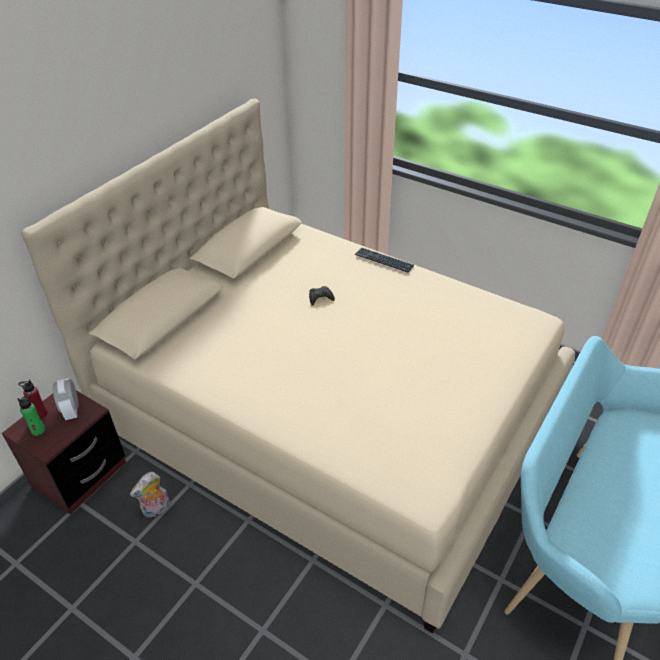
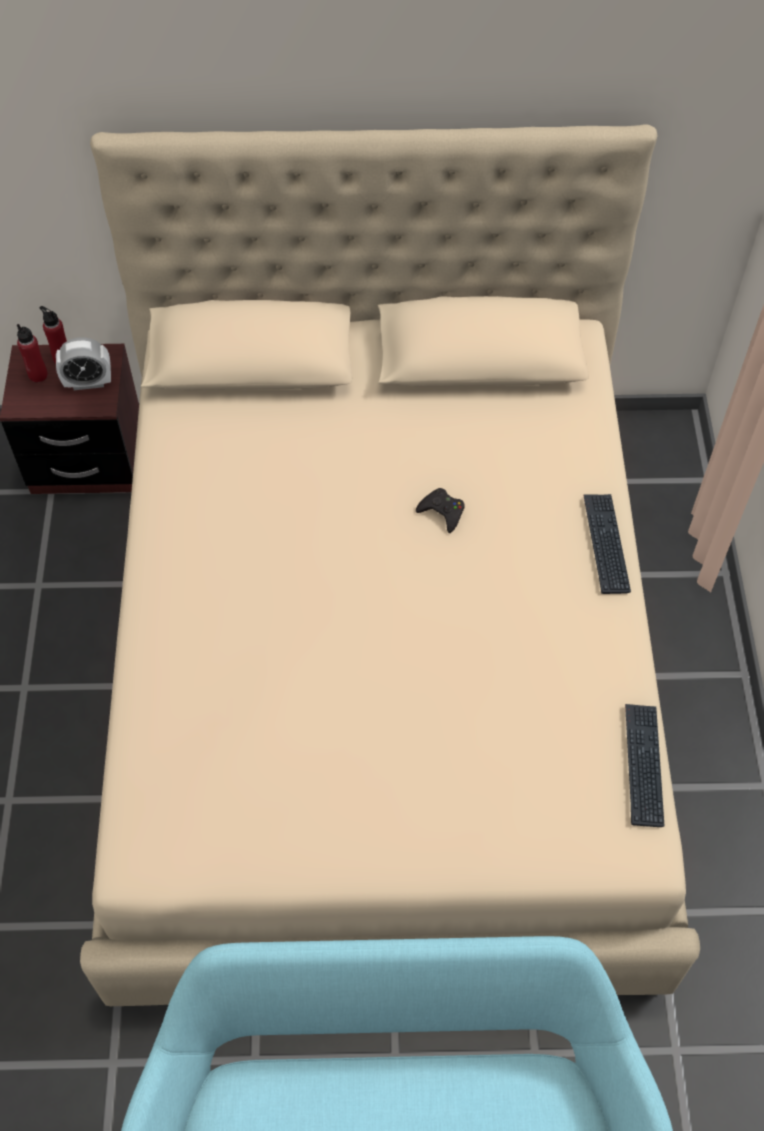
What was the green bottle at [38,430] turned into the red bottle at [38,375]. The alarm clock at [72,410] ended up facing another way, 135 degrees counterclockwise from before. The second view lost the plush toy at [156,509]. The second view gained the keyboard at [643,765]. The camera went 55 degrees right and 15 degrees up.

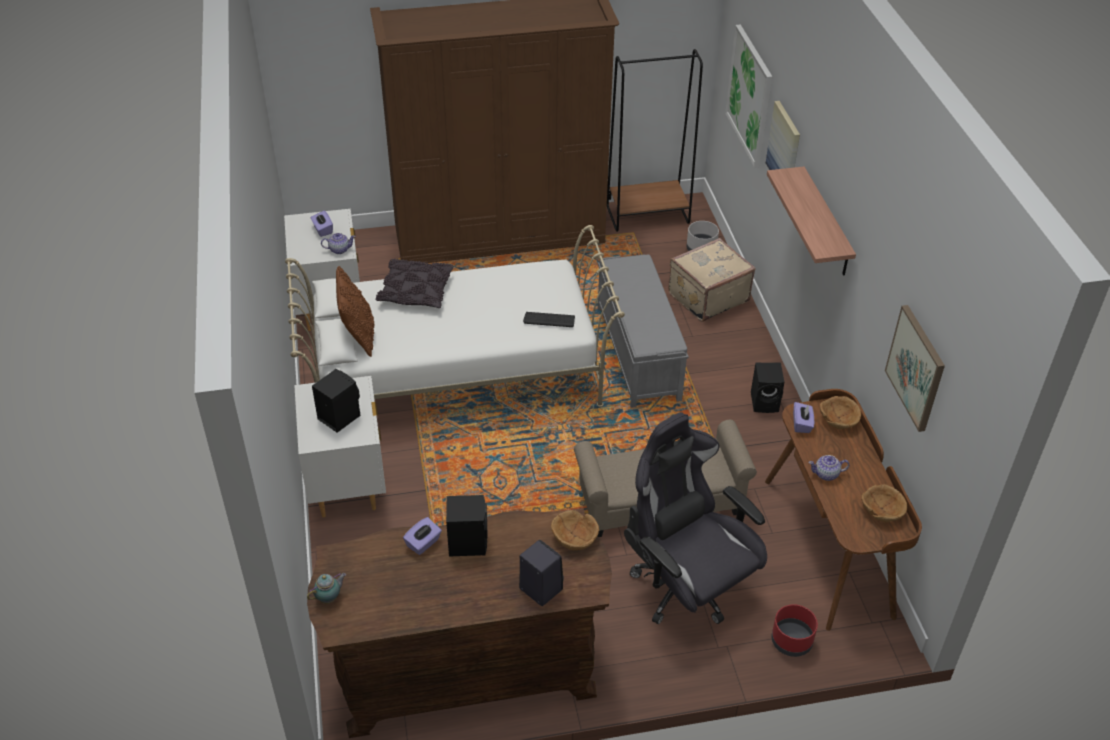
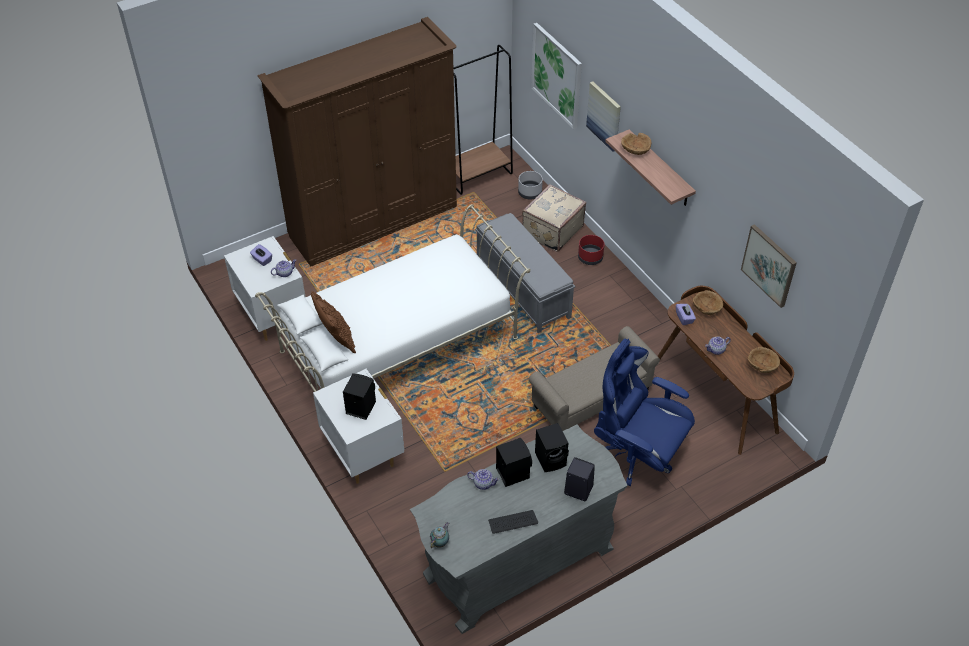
What was the brown dresser at [466,666] turned into the grey dresser at [516,558]. The second view lost the black pillow at [415,291]. Where the purple tissue box stood at [423,543], the teapot came to stand at [483,483]. The keyboard ended up elsewhere, having gone from [549,320] to [512,522]. The brown bowl ended up elsewhere, having gone from [574,538] to [636,149]. What was the black office chair at [688,591] turned into the blue office chair at [639,456]. The black speaker ended up elsewhere, having gone from [766,402] to [551,459]. The red planter ended up elsewhere, having gone from [791,641] to [590,258]. The camera went 20 degrees left and 5 degrees up.

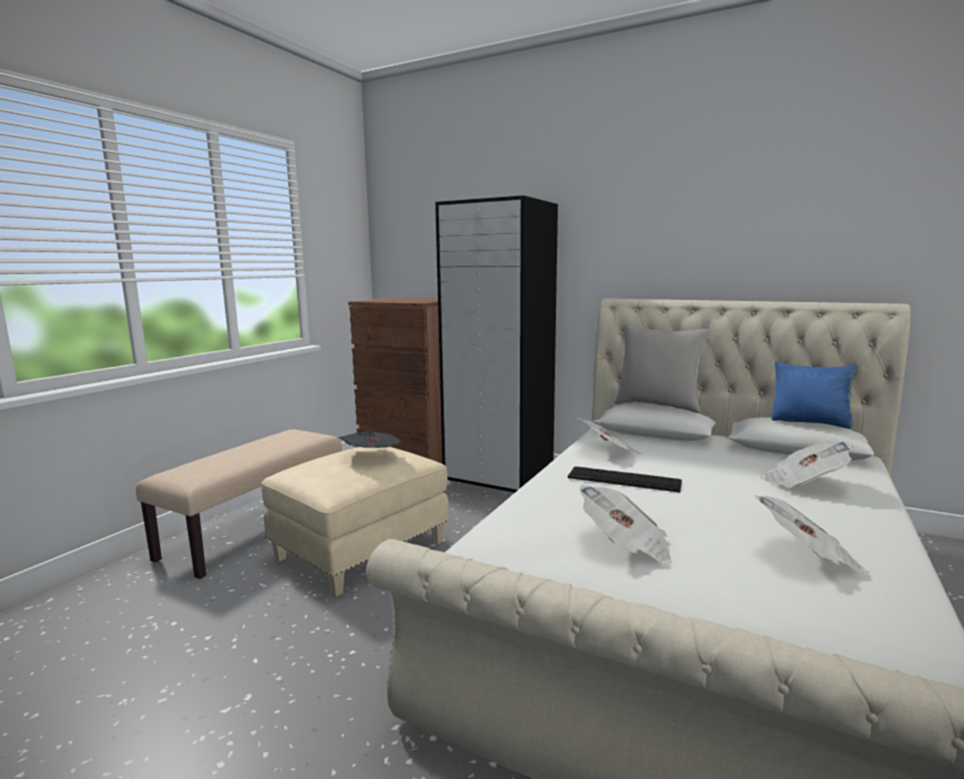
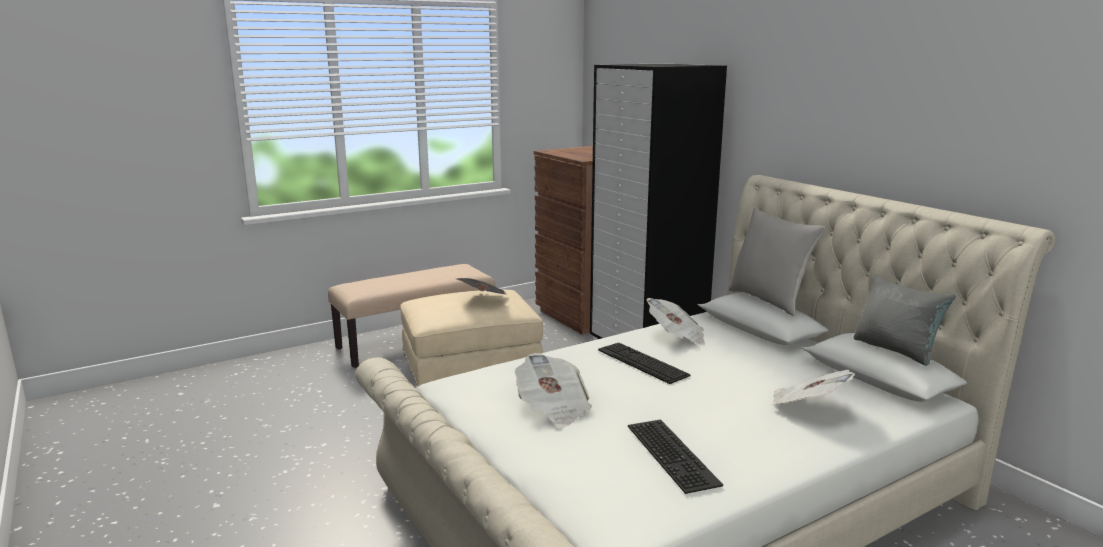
Where the newspaper stood at [807,557], the keyboard came to stand at [674,454]. What was the blue pillow at [810,422] turned into the grey pillow at [896,350]. The camera went 30 degrees right and 5 degrees up.

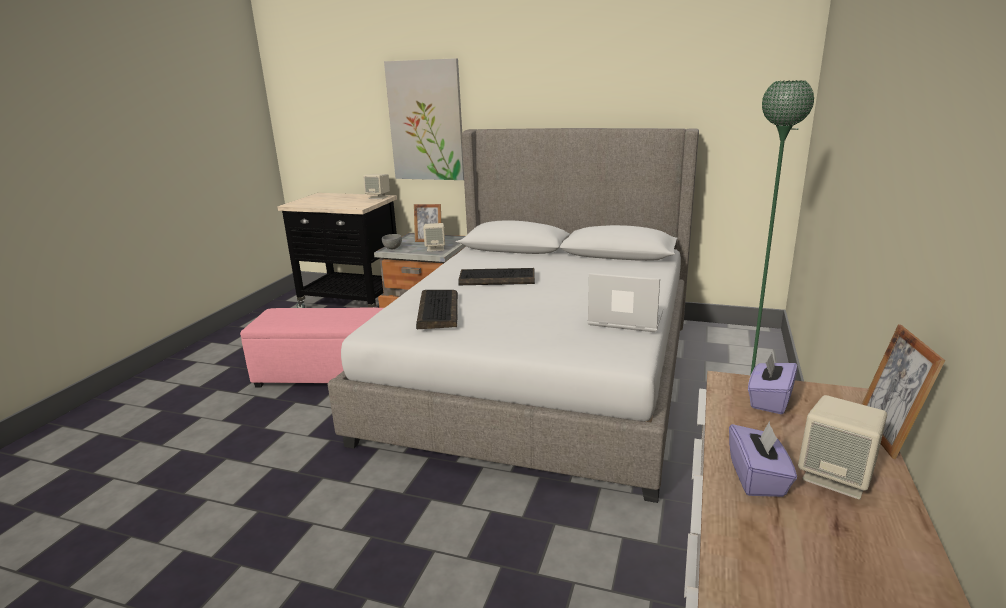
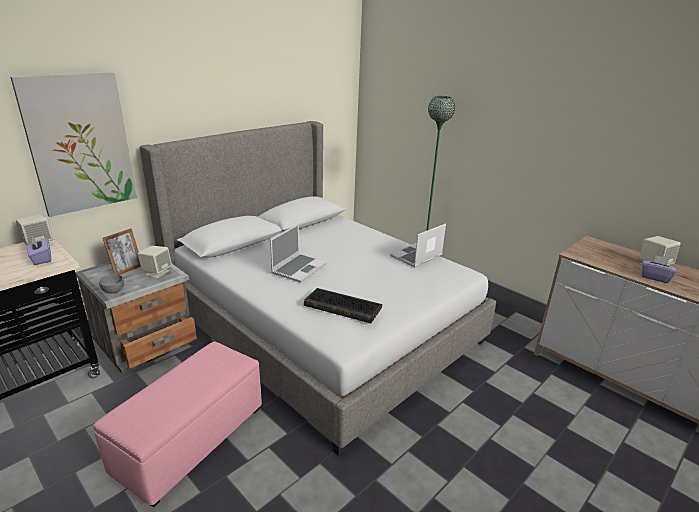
Where the keyboard stood at [498,279], the laptop came to stand at [298,268]. The purple tissue box ended up elsewhere, having gone from [769,400] to [41,259]. The second view lost the picture frame at [886,436]. The camera went 65 degrees left and 5 degrees up.

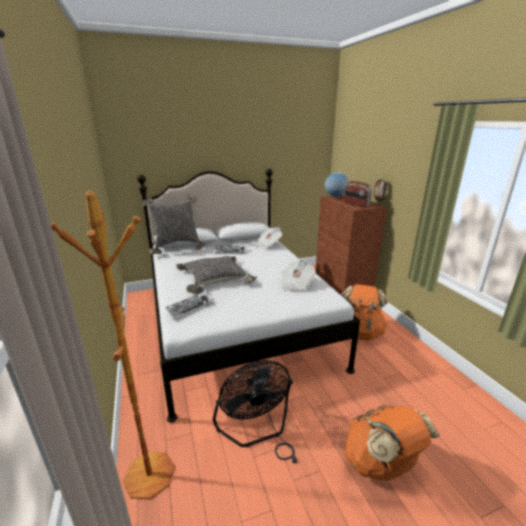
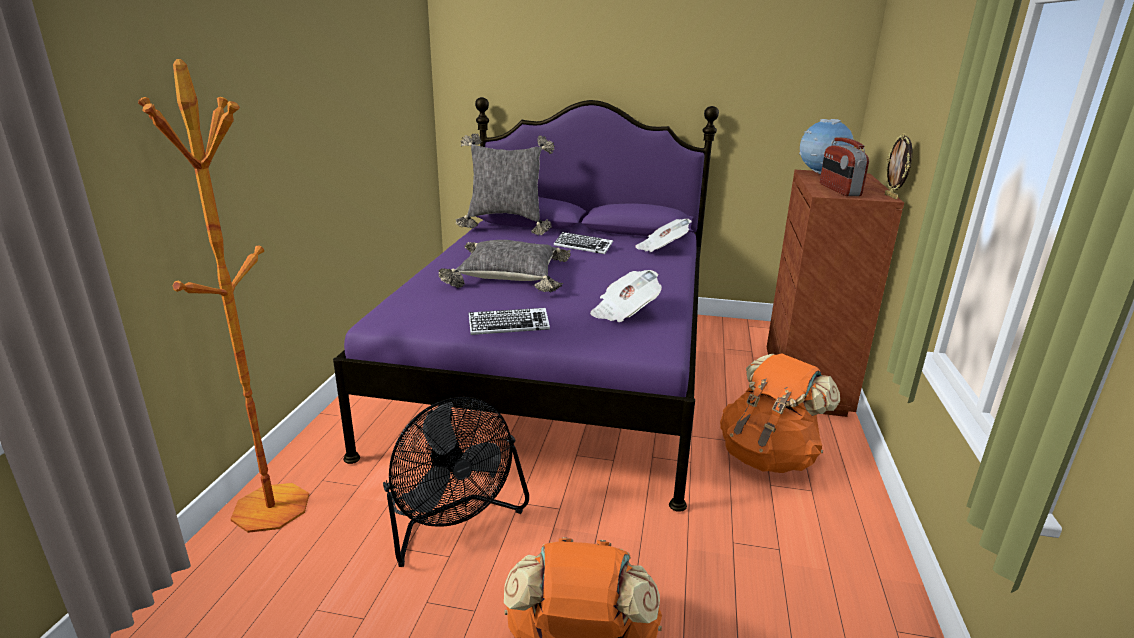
What was the white bed at [235,323] turned into the purple bed at [556,374]. The keyboard ended up elsewhere, having gone from [190,308] to [509,326]. The black fan at [261,431] ended up facing another way, 135 degrees clockwise from before. The camera went 30 degrees right and 0 degrees up.

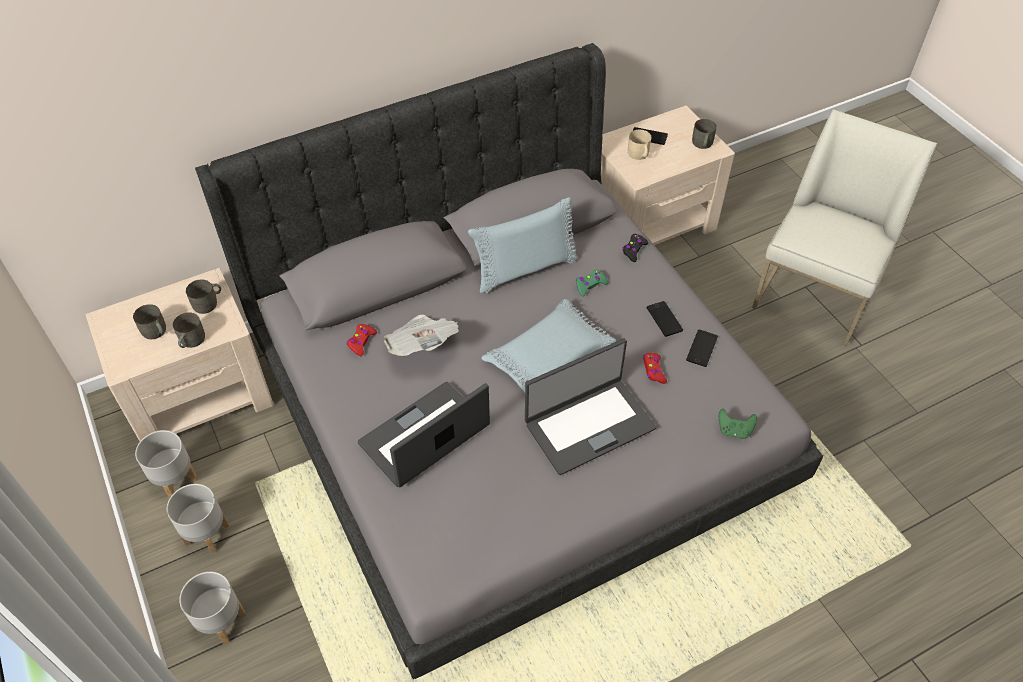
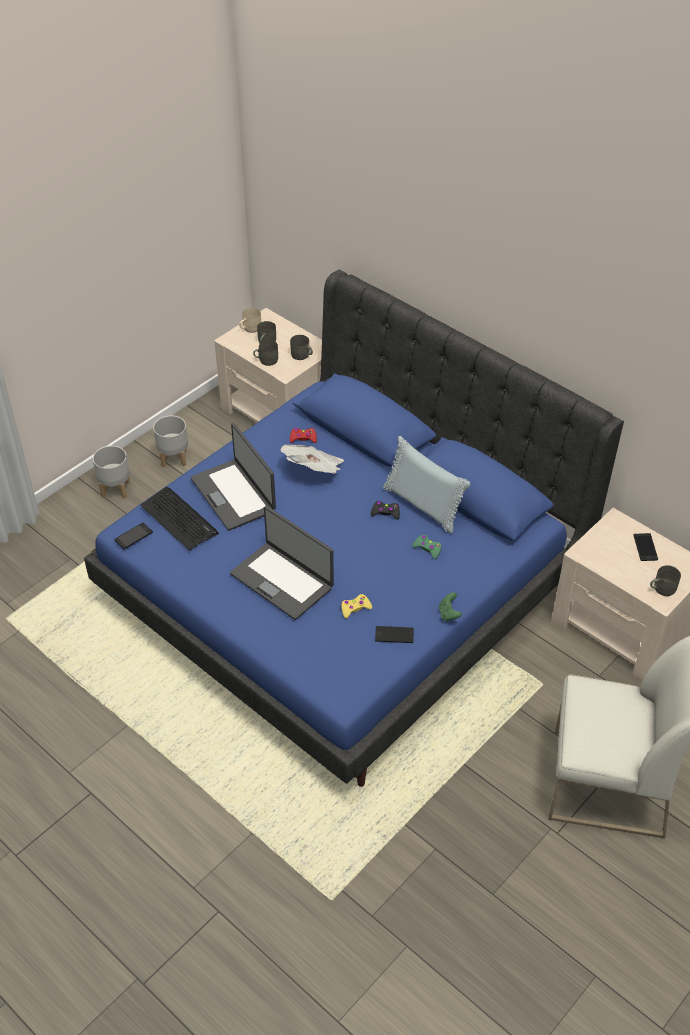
The second view lost the grey planter at [175,480]. What was the grey bed at [511,413] turned into the blue bed at [345,586]. The laptop at [425,436] ended up facing another way, 150 degrees counterclockwise from before. The second view lost the blue pillow at [549,355]. The black game controller ended up elsewhere, having gone from [634,250] to [385,513]. The beige mug ended up elsewhere, having gone from [639,155] to [250,328]. What was the red game controller at [653,370] turned into the yellow game controller at [355,608]. The phone ended up elsewhere, having gone from [664,319] to [133,536]. The green game controller ended up elsewhere, having gone from [734,430] to [449,614]. The second view gained the keyboard at [179,519]. The camera went 70 degrees right and 5 degrees down.

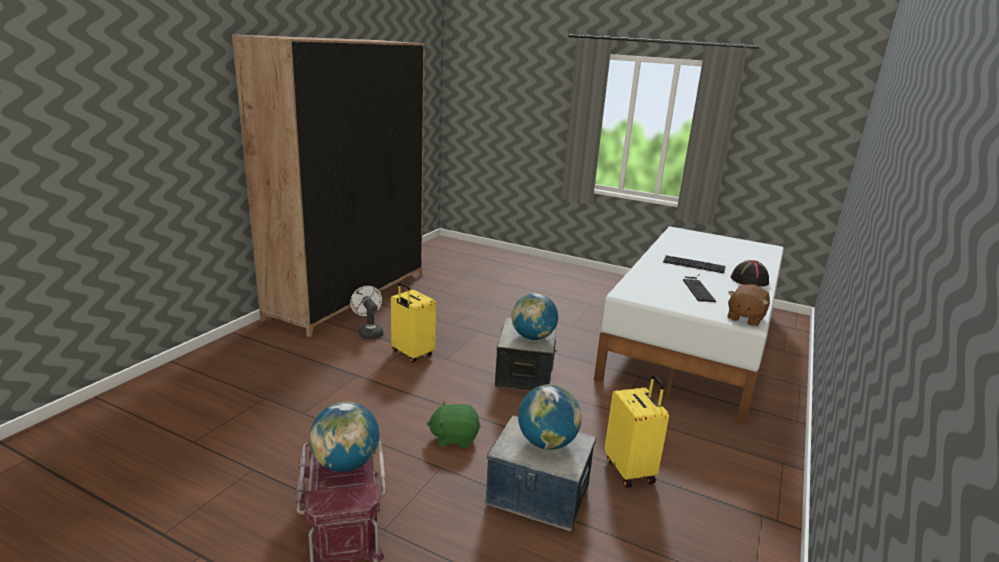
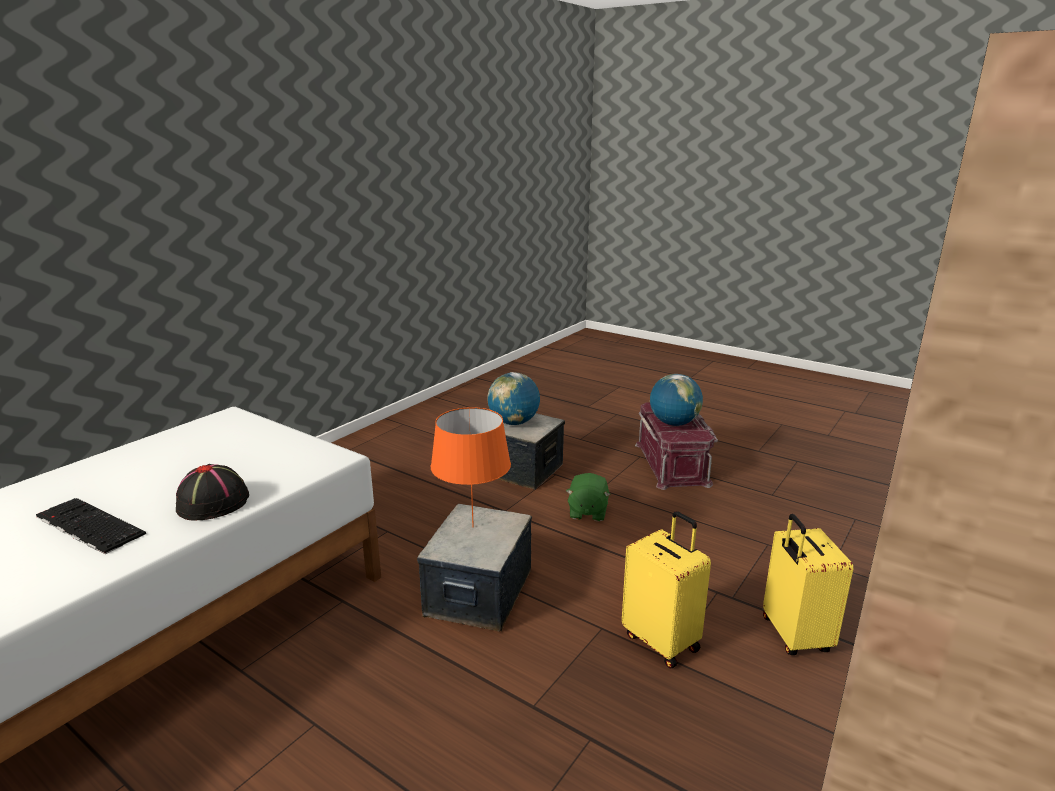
The second view lost the white fan at [369,332]. The green plush toy at [454,438] ended up facing another way, 90 degrees clockwise from before. Where the globe stood at [533,337], the orange table lamp came to stand at [473,527]. The yellow suitcase ended up elsewhere, having gone from [630,470] to [793,636]. The second view lost the keyboard at [697,288]. The second view lost the brown plush toy at [744,318]. The black hat ended up elsewhere, having gone from [749,280] to [213,502]. The camera went 170 degrees left and 0 degrees up.

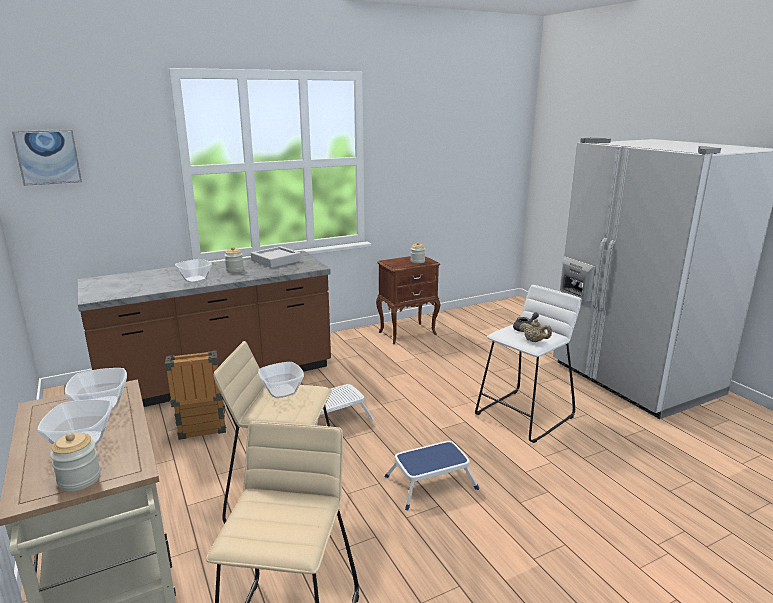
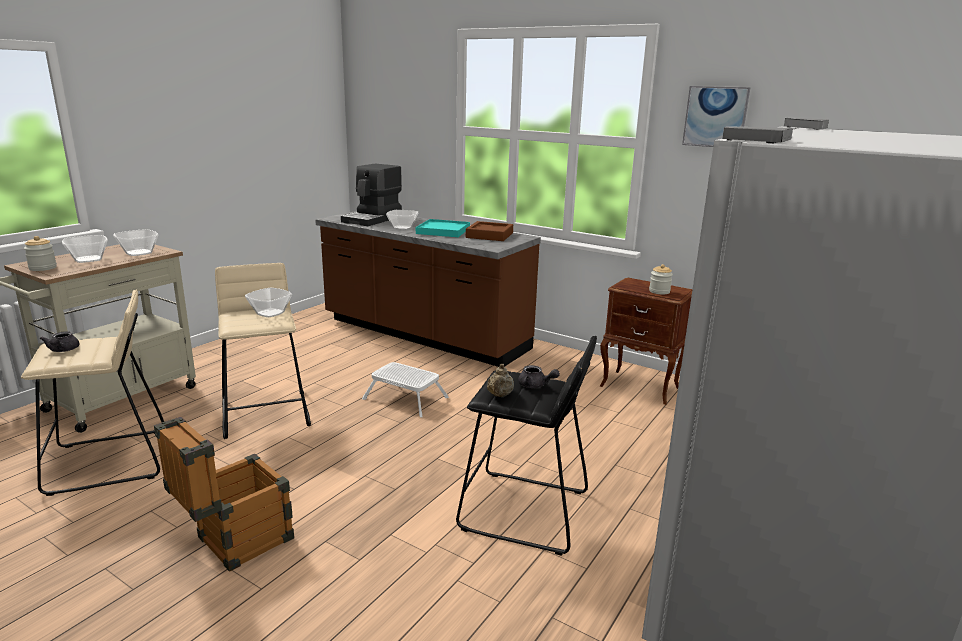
The picture ended up elsewhere, having gone from [48,157] to [715,117]. The crate ended up elsewhere, having gone from [202,428] to [234,543]. Where the jar stood at [235,270], the turquoise tray came to stand at [443,231]. What was the grey tray at [276,261] turned into the brown tray at [489,235]. The second view lost the blue step ladder at [430,482]. What was the white stool at [524,415] turned into the black stool at [524,511]. The second view gained the grey teapot at [62,350]. The second view gained the coffee machine at [373,219]. The camera went 60 degrees right and 0 degrees up.

